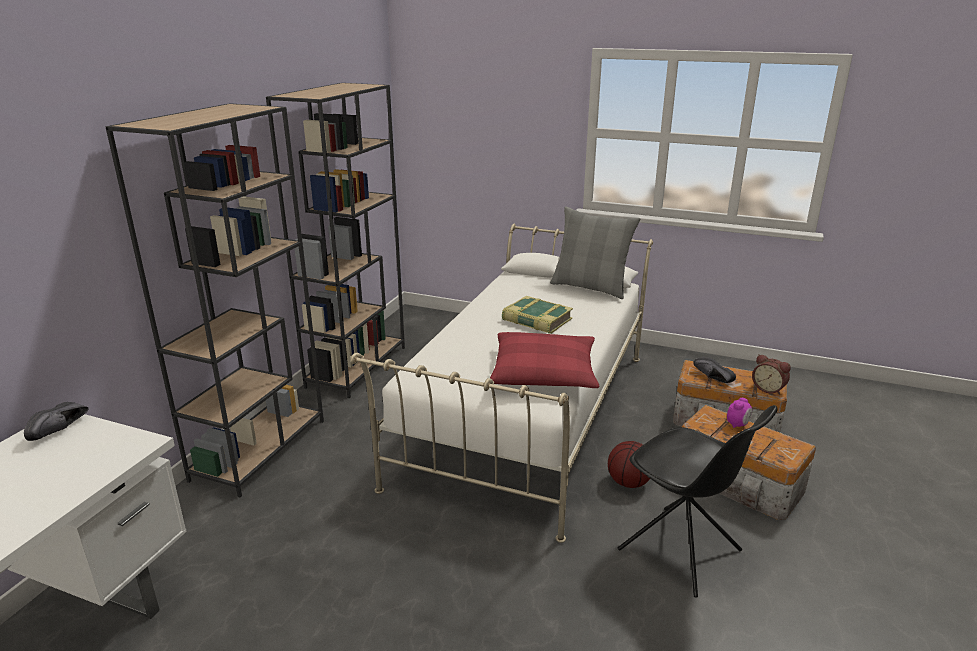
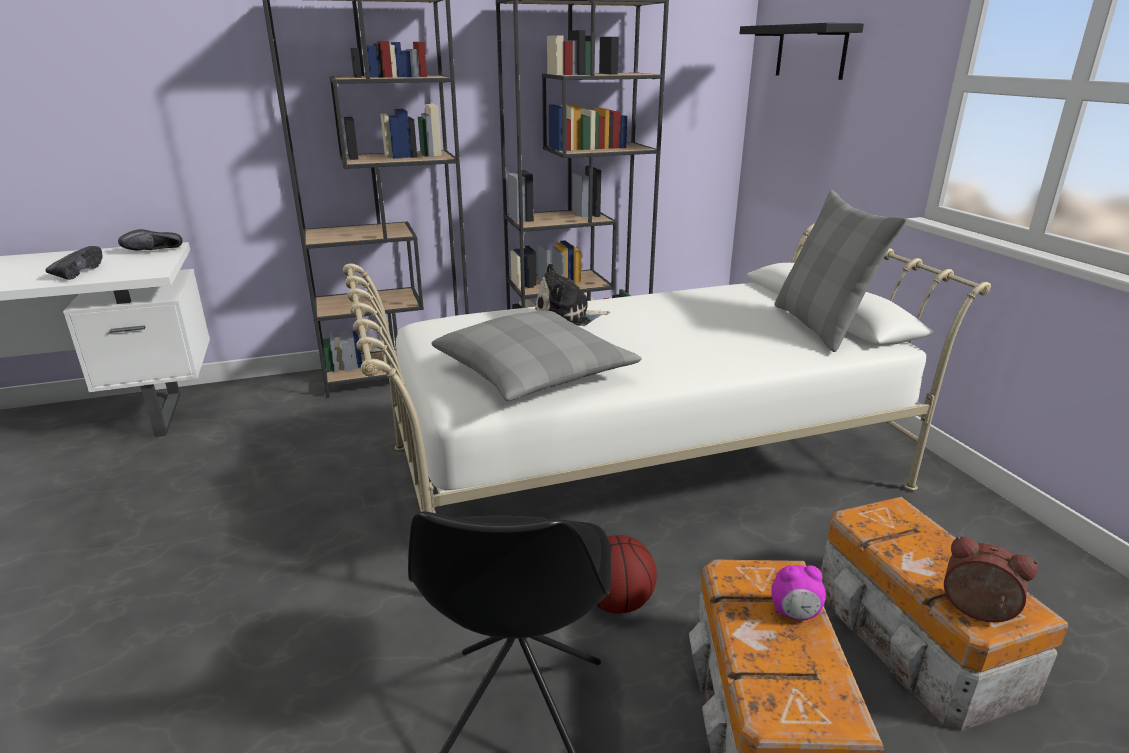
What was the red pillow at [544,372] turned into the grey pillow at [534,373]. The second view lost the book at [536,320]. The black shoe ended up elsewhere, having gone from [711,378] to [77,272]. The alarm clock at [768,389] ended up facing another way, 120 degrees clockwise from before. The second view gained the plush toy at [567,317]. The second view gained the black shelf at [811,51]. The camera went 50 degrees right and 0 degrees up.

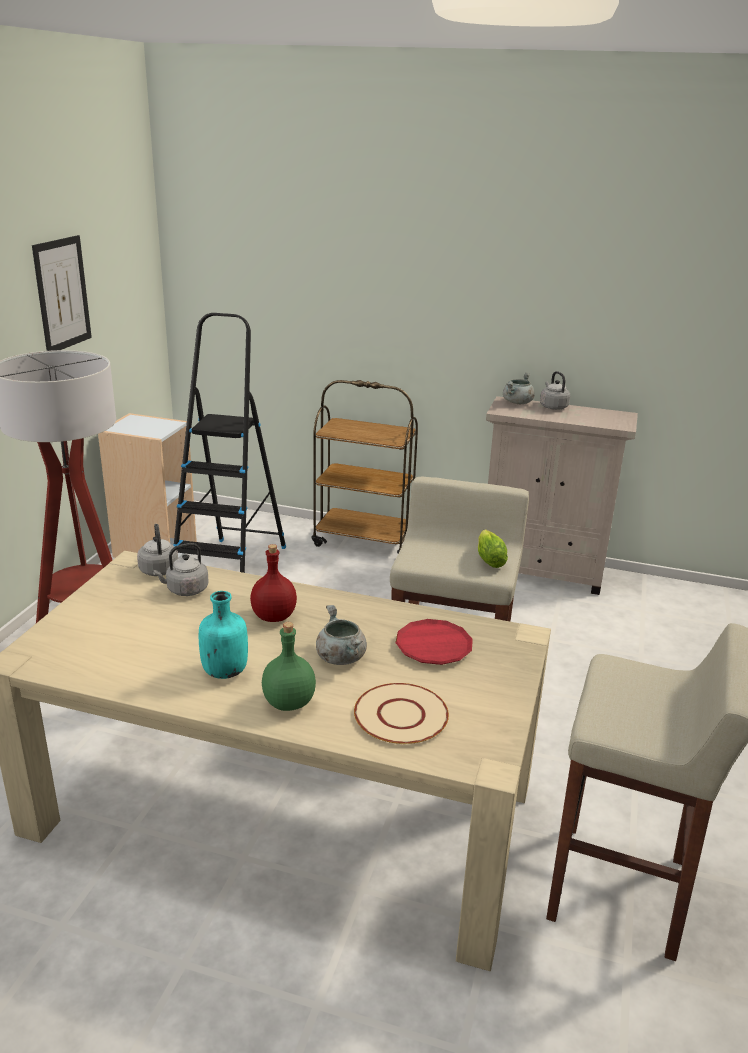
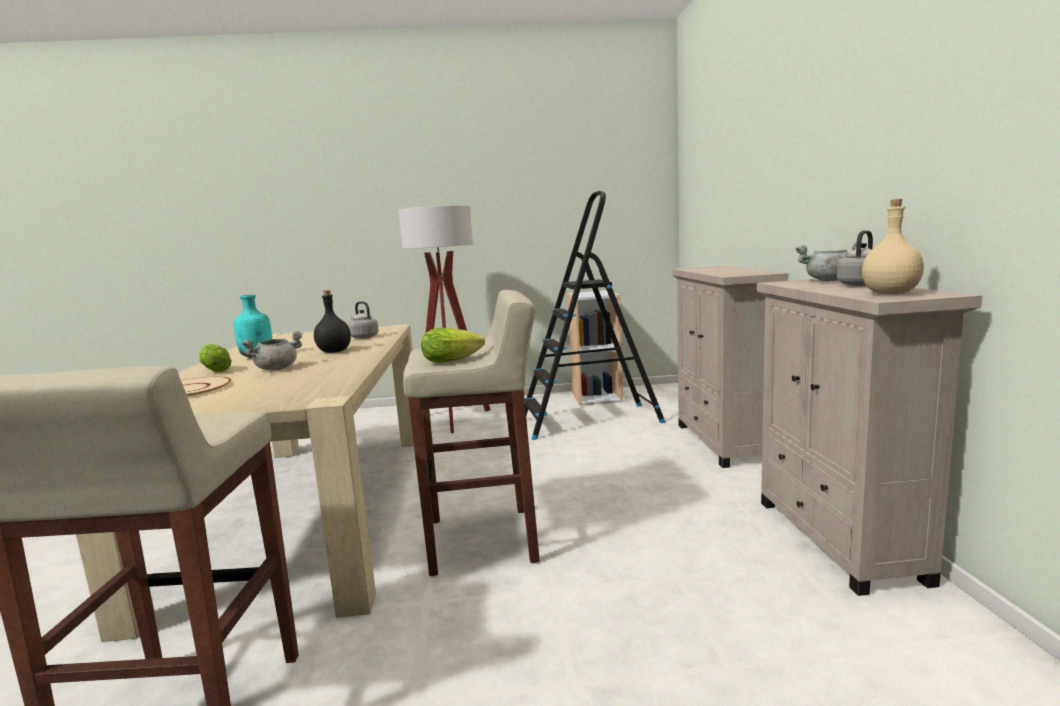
The second view lost the picture at [62,294]. The second view lost the grey kettle at [158,569]. What was the red bottle at [274,616] turned into the black bottle at [334,352]. Where the green bottle stood at [290,703], the lettuce came to stand at [214,370]. Where the brown cart stood at [364,543], the beige cabinet came to stand at [724,443]. The second view lost the red plate at [433,647]. The second view gained the beige bottle at [890,294]. The camera went 70 degrees right and 15 degrees down.

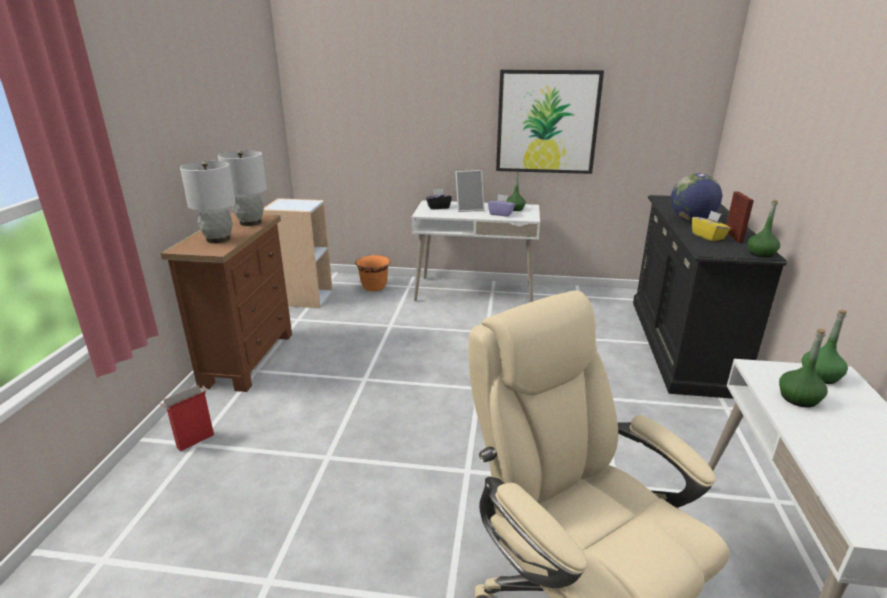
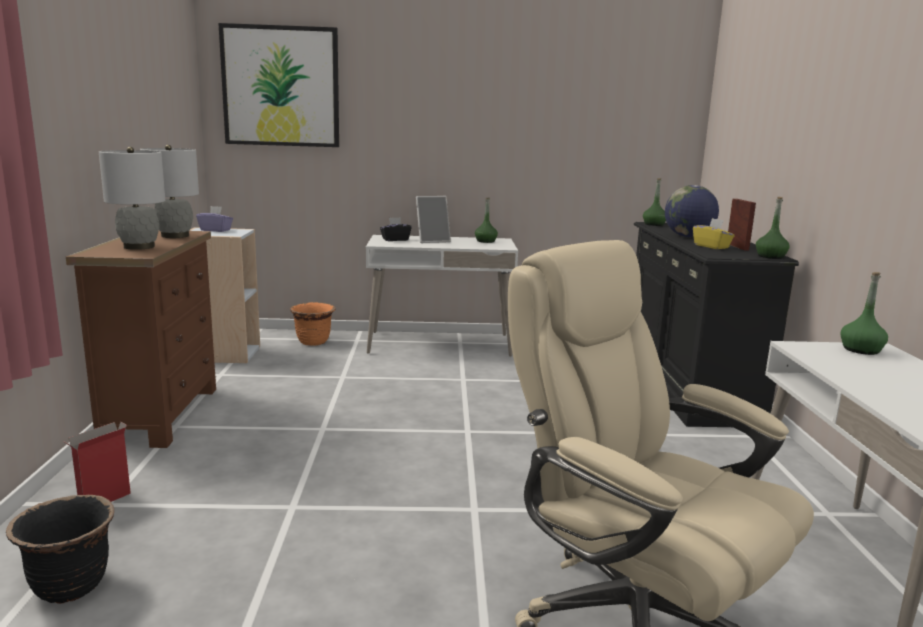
The purple tissue box ended up elsewhere, having gone from [501,214] to [215,230]. The picture ended up elsewhere, having gone from [547,122] to [281,86]. The green bottle ended up elsewhere, having gone from [798,398] to [654,224]. The second view gained the black planter at [70,585]. The camera went 10 degrees left and 10 degrees down.

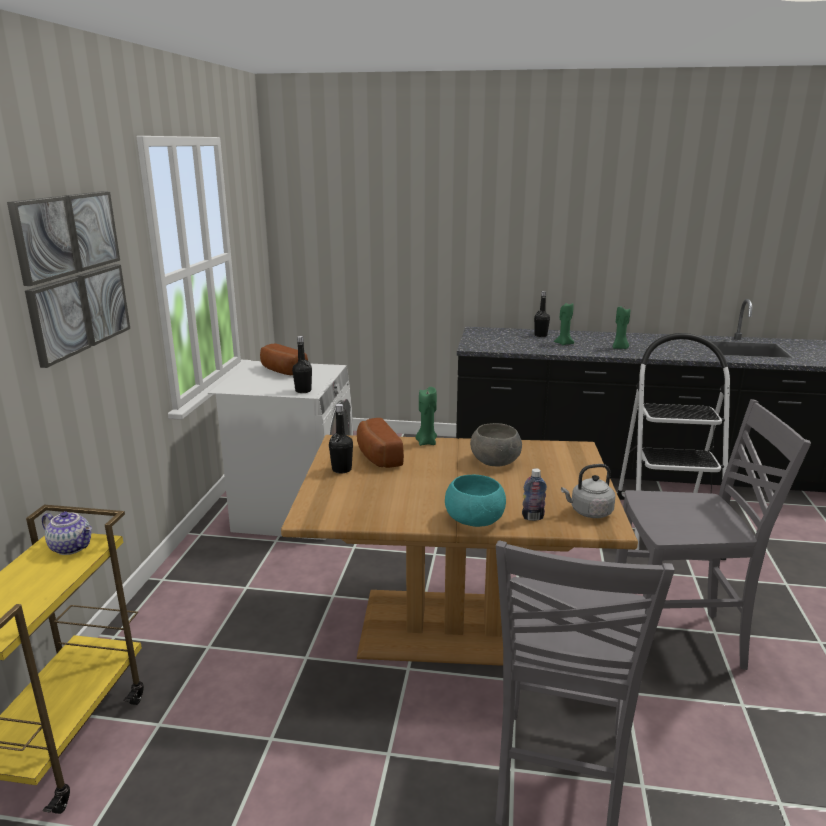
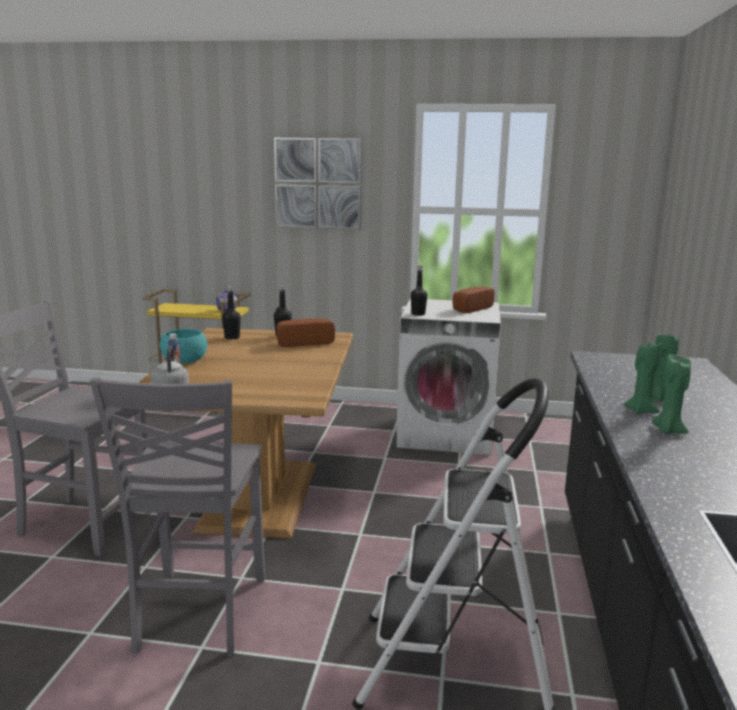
The green candle ended up elsewhere, having gone from [426,442] to [641,410]. The second view lost the grey bowl at [495,461]. The black bottle ended up elsewhere, having gone from [540,335] to [232,337]. The camera went 90 degrees right and 5 degrees down.

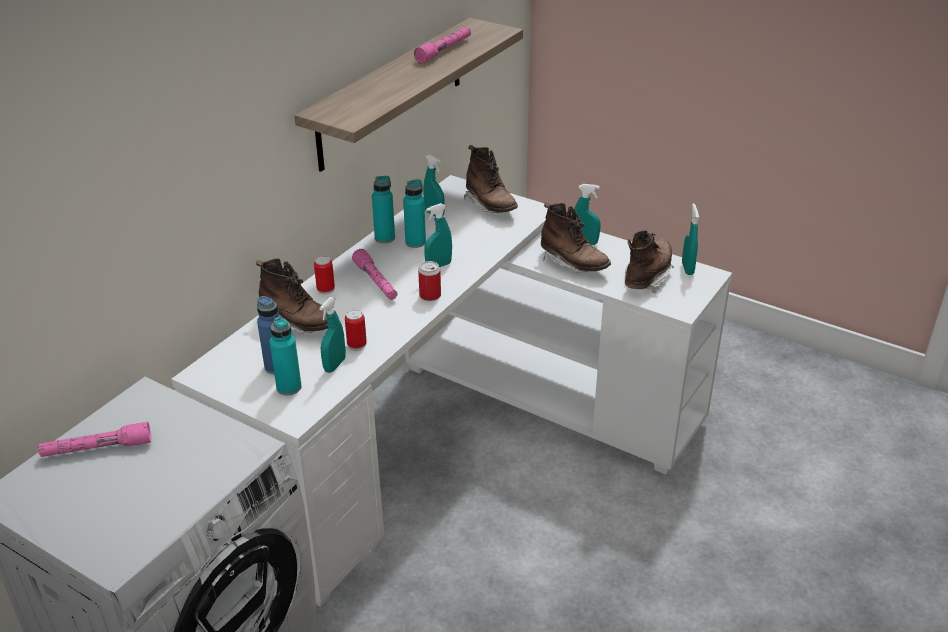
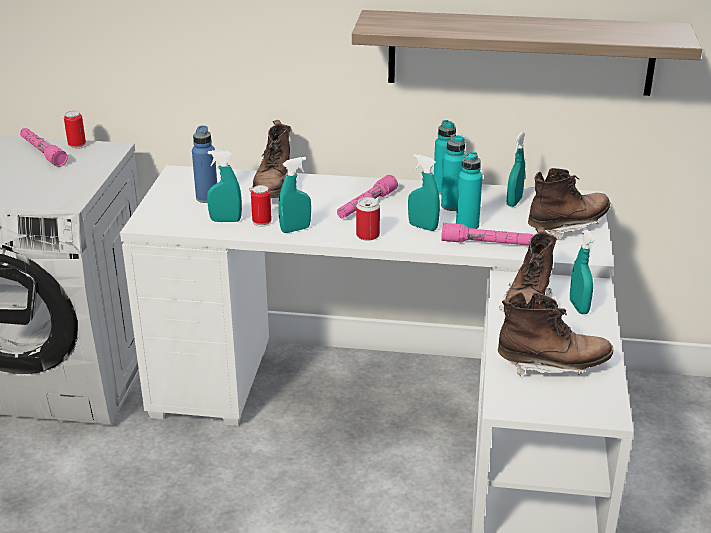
The turquoise bottle ended up elsewhere, having gone from [289,387] to [467,225]. The can ended up elsewhere, having gone from [325,289] to [77,145]. The pink flashlight ended up elsewhere, having gone from [444,50] to [487,243]. The brown boot at [490,205] ended up facing another way, 150 degrees counterclockwise from before. The turquoise spray bottle ended up elsewhere, having gone from [687,268] to [295,229]. The camera went 65 degrees right and 5 degrees down.

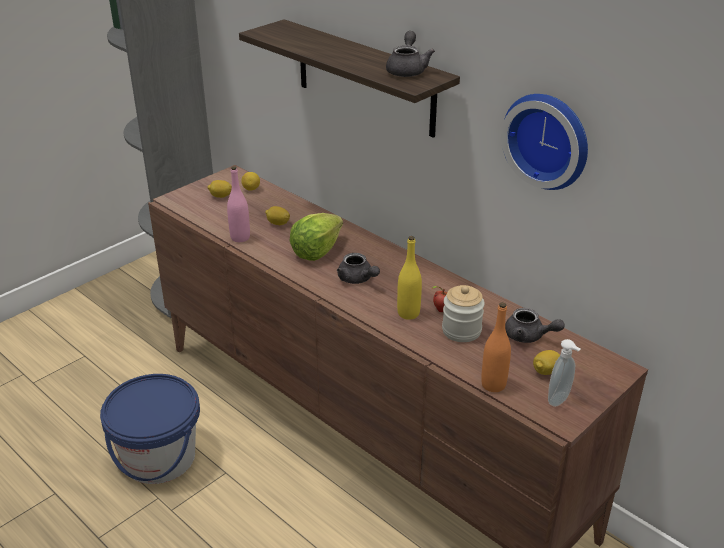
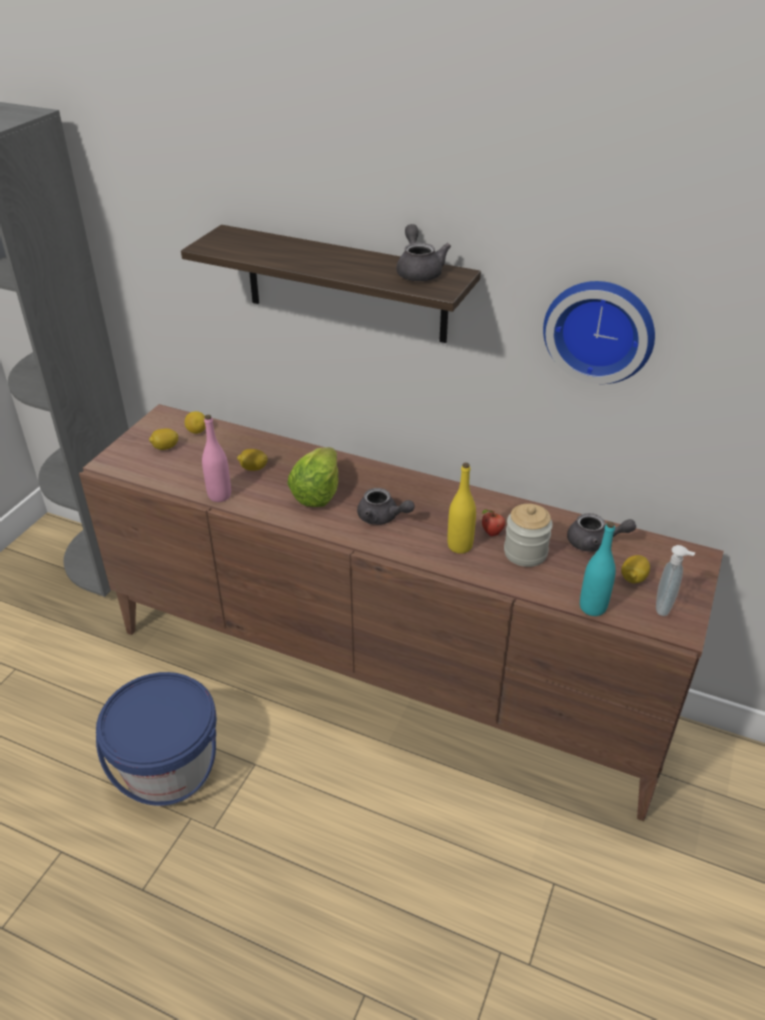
What was the orange bottle at [493,385] turned into the turquoise bottle at [592,607]. The camera went 20 degrees left and 5 degrees up.

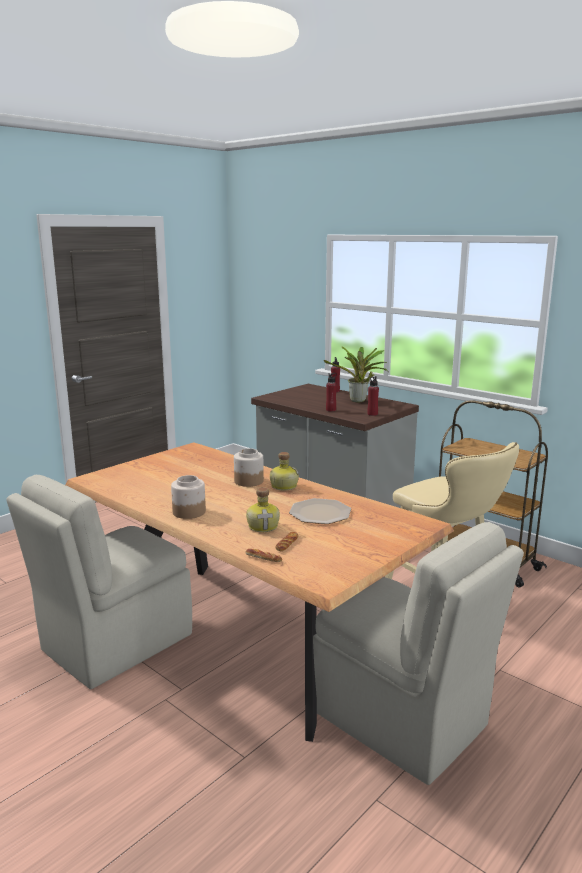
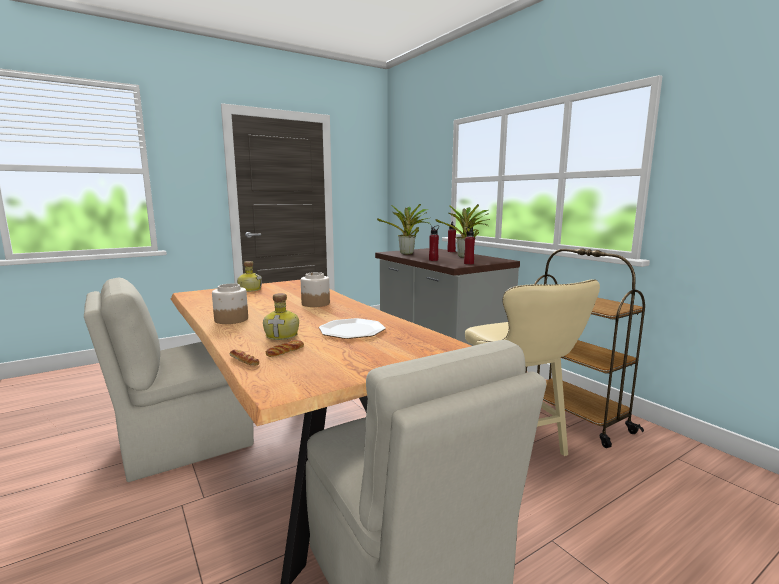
The bottle ended up elsewhere, having gone from [283,486] to [250,289]. The second view gained the potted plant at [407,254]. The camera went 15 degrees right and 5 degrees down.

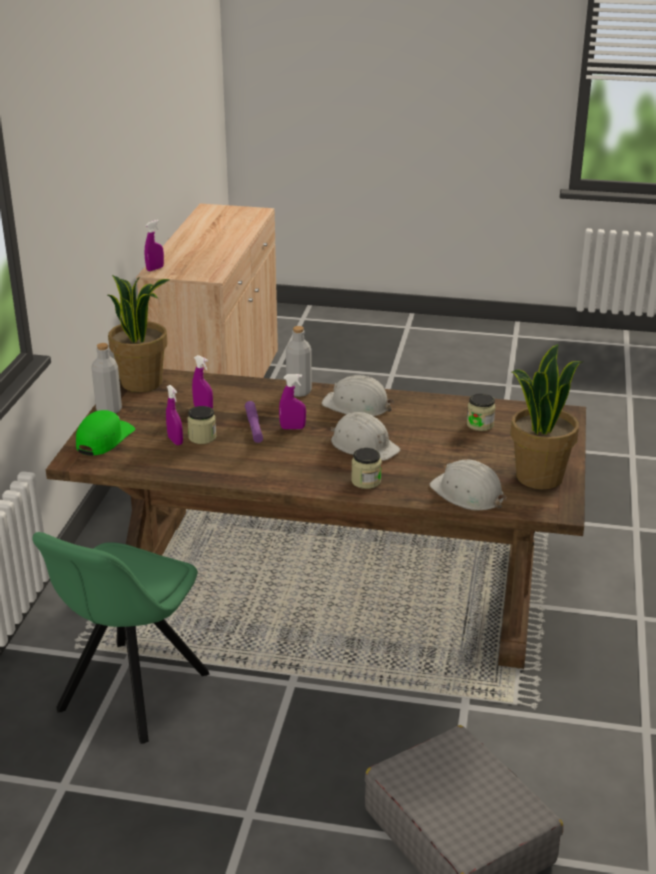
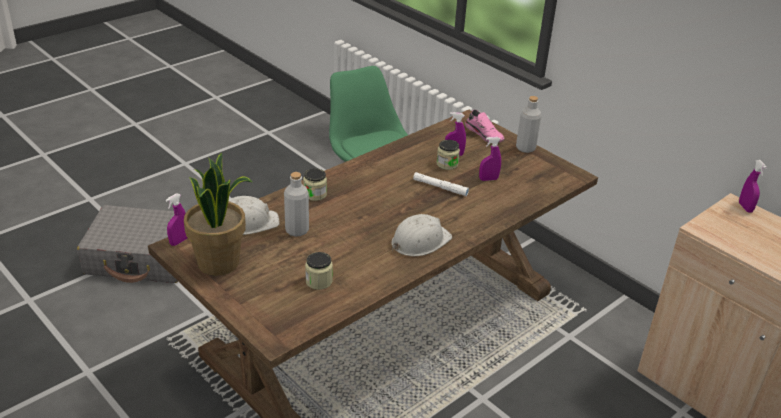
Where the green cap stood at [104,439], the pink shoe came to stand at [485,134]. The second view lost the potted plant at [142,382]. What was the purple flashlight at [254,426] turned into the white flashlight at [440,187]. The purple spray bottle ended up elsewhere, having gone from [292,428] to [179,241]. The grey bottle ended up elsewhere, having gone from [299,391] to [297,230]. The second view lost the white hard hat at [364,445]. The camera went 125 degrees right and 5 degrees up.

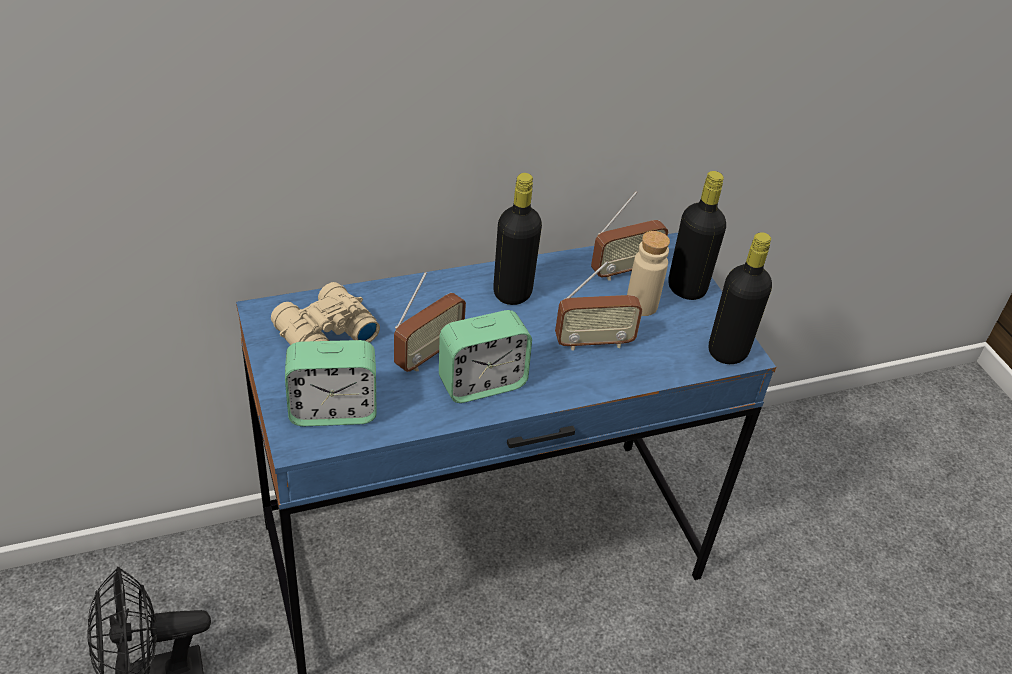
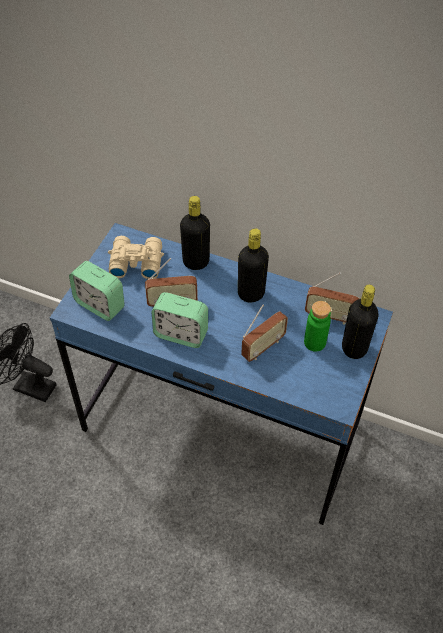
The radio at [593,342] ended up facing another way, 75 degrees counterclockwise from before. What was the beige bottle at [641,305] turned into the green bottle at [314,342]. The black bottle ended up elsewhere, having gone from [727,351] to [196,262]. The camera went 45 degrees right and 10 degrees up.

